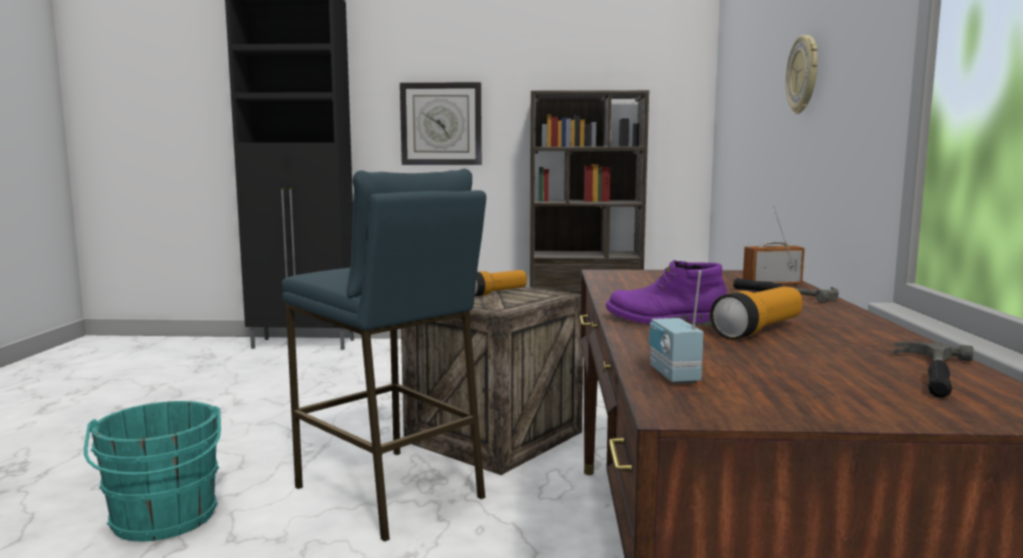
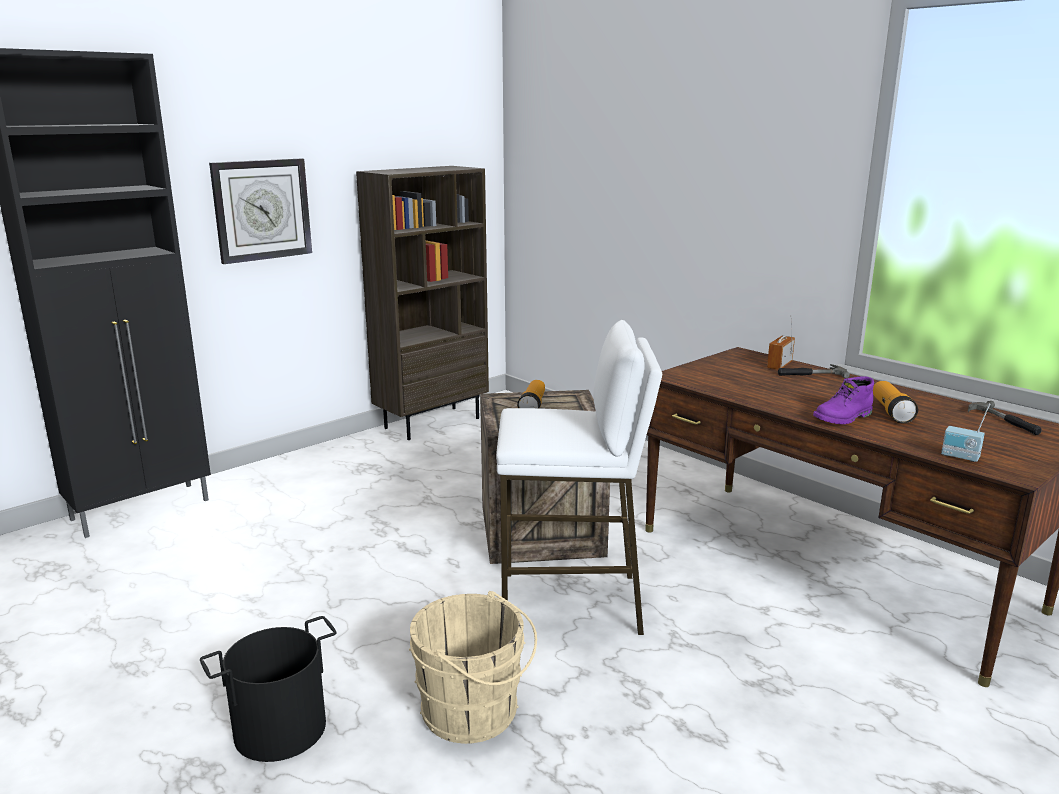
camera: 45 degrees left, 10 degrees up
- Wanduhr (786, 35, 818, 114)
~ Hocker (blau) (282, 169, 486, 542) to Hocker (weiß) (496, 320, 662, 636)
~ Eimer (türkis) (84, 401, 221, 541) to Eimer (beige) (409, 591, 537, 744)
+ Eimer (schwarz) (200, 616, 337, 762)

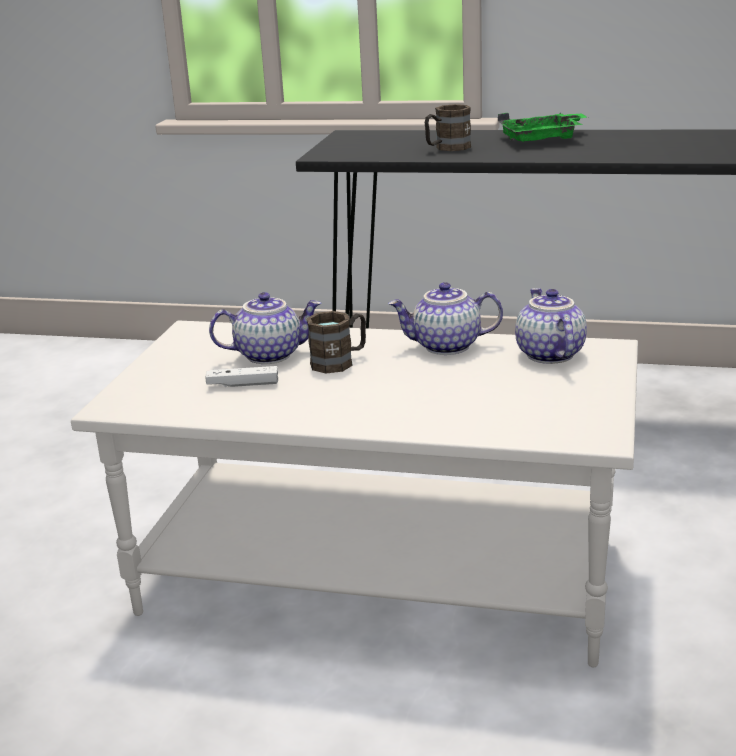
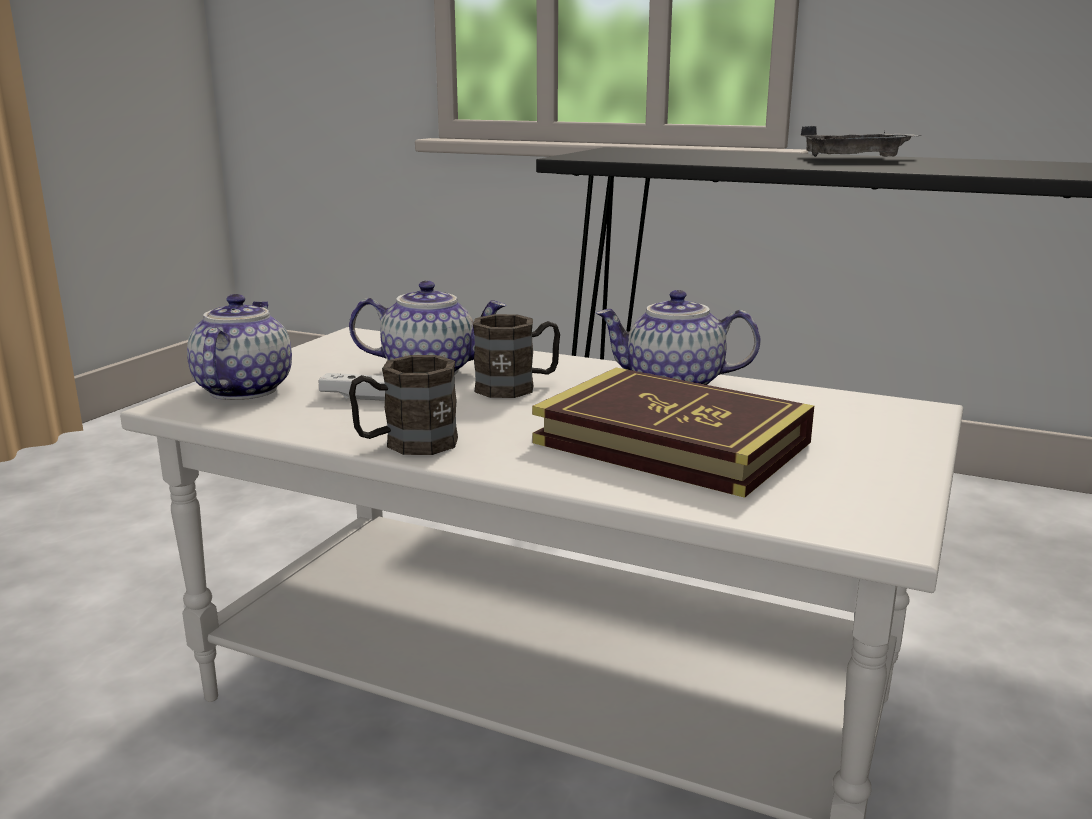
camera: 10 degrees right, 5 degrees down
~ Henkelbecher (braun) (425, 104, 471, 151) to (349, 355, 458, 455)
~ Tablett (grün) (498, 113, 586, 142) to Tablett (grau) (801, 126, 922, 157)
~ Teekanne (515, 288, 587, 364) to (187, 294, 292, 400)
+ Buch (532, 367, 814, 498)

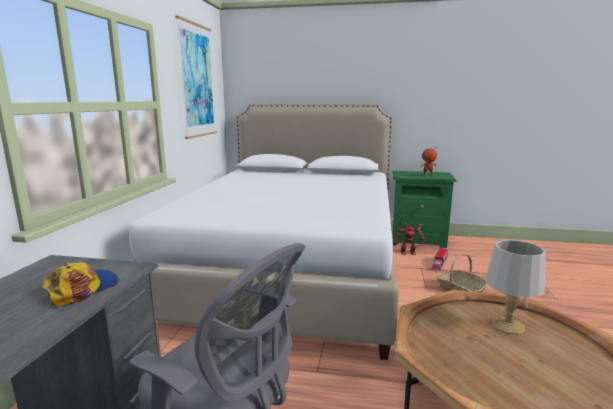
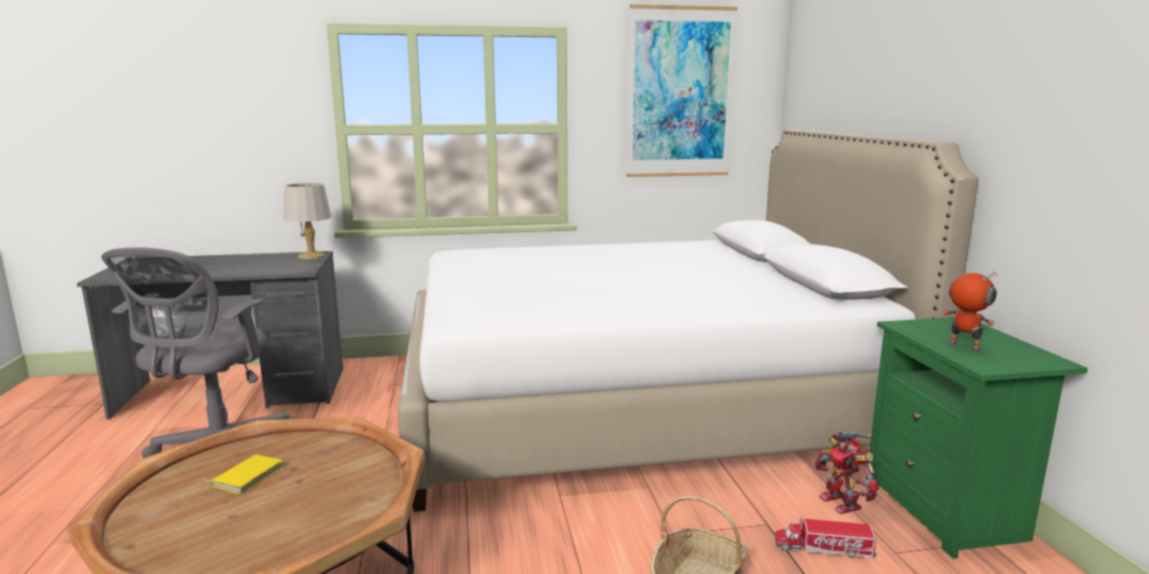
camera: 70 degrees right, 0 degrees up
~ Tischlampe (grau) (485, 240, 545, 335) to (284, 183, 332, 259)
- Kappe (42, 262, 119, 306)
+ Buch (gelb) (201, 455, 284, 494)

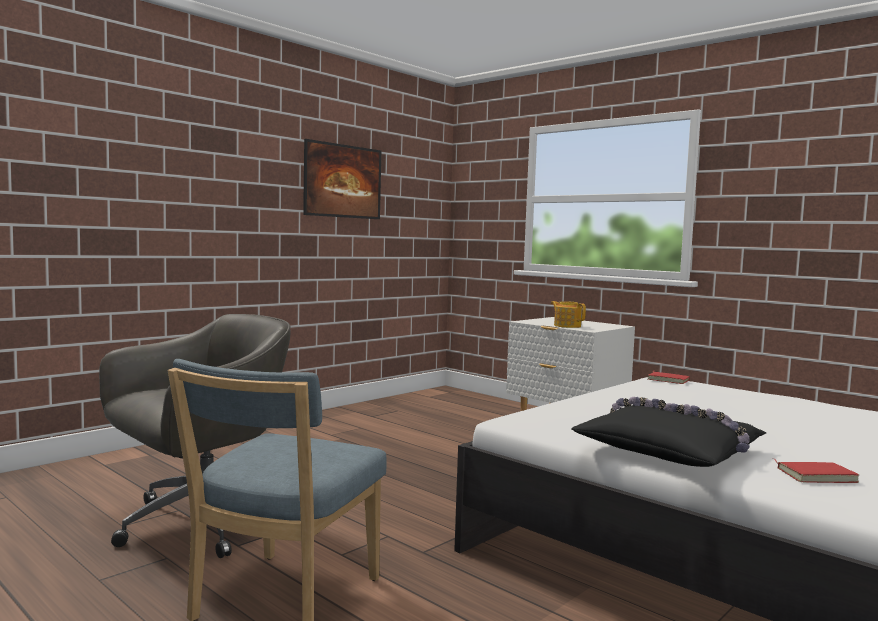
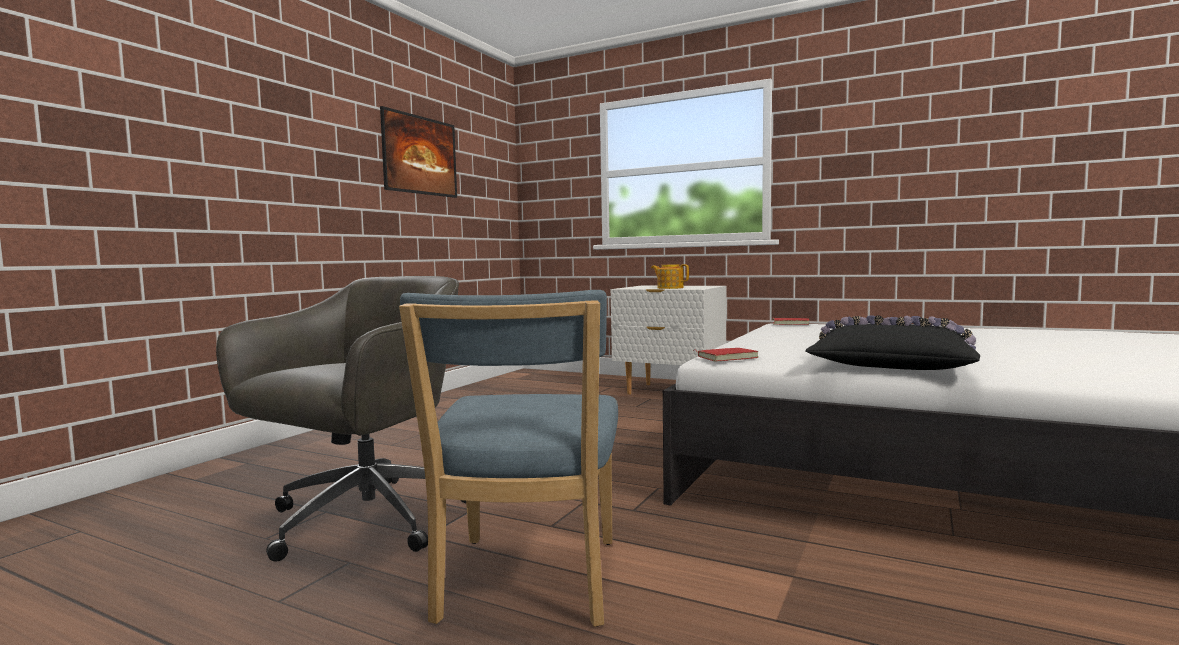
camera: 15 degrees left, 0 degrees up
~ Buch (rot) (774, 459, 859, 483) to (693, 348, 759, 361)

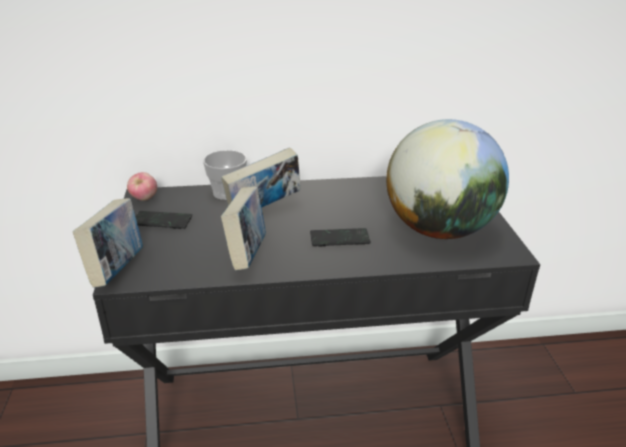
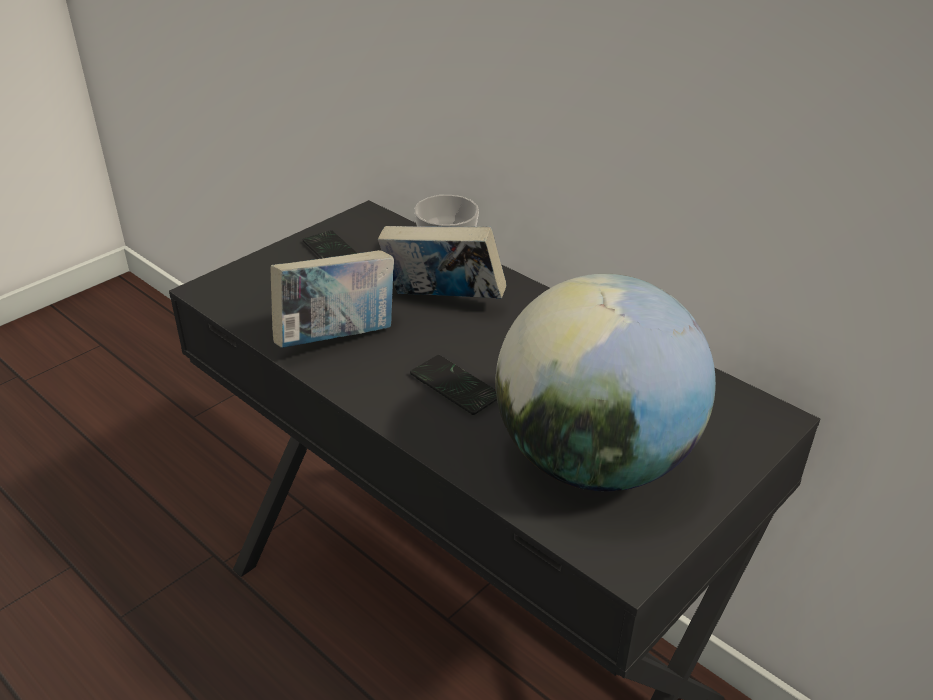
camera: 50 degrees right, 5 degrees up
- Apfel (127, 172, 157, 201)
- Buch (73, 198, 143, 288)

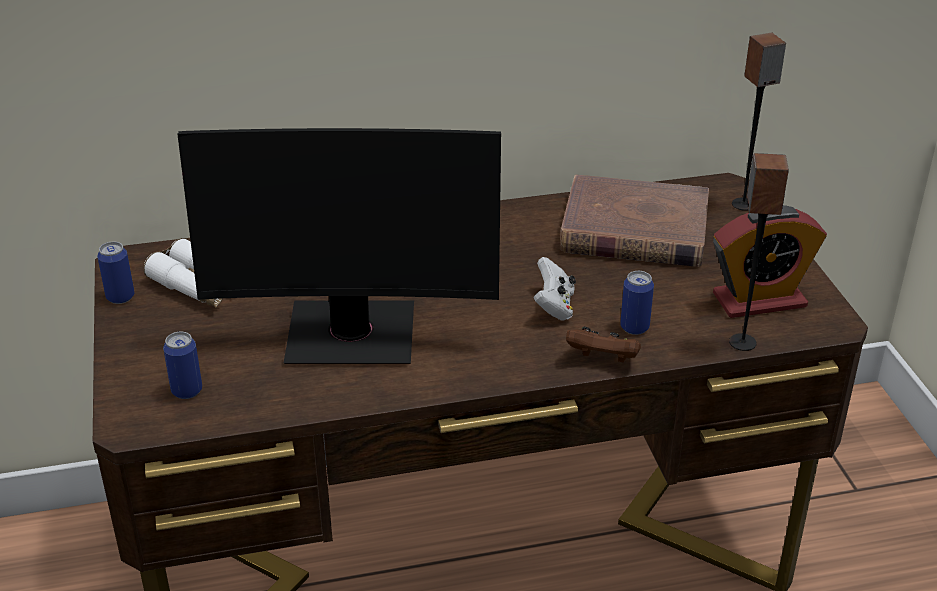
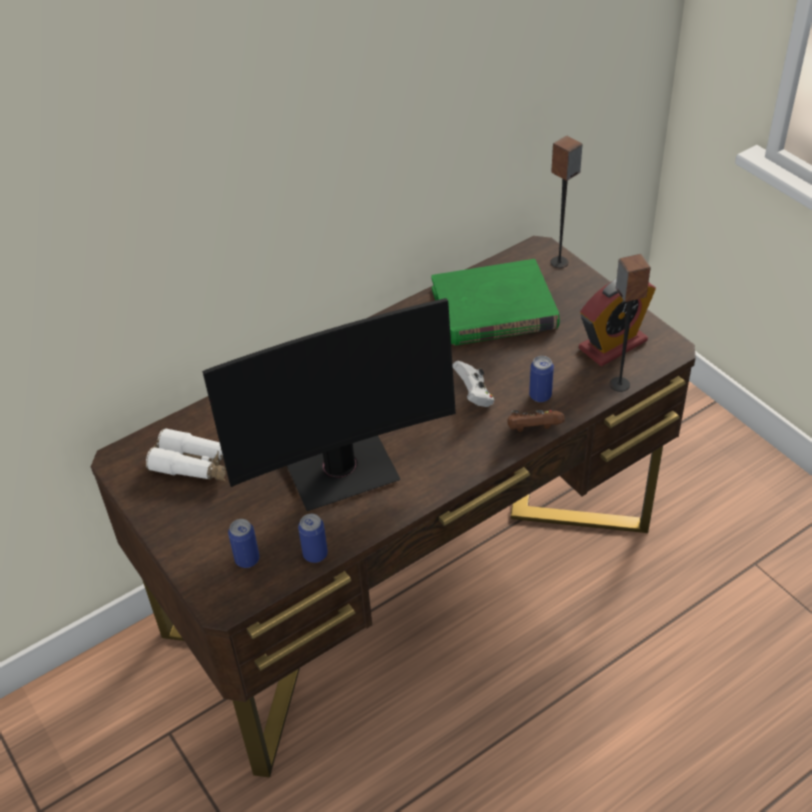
camera: 20 degrees left, 10 degrees up
~ Buch (braun) (560, 175, 709, 267) to Buch (grün) (431, 259, 560, 345)
~ Dose (97, 242, 134, 304) to (298, 514, 328, 563)

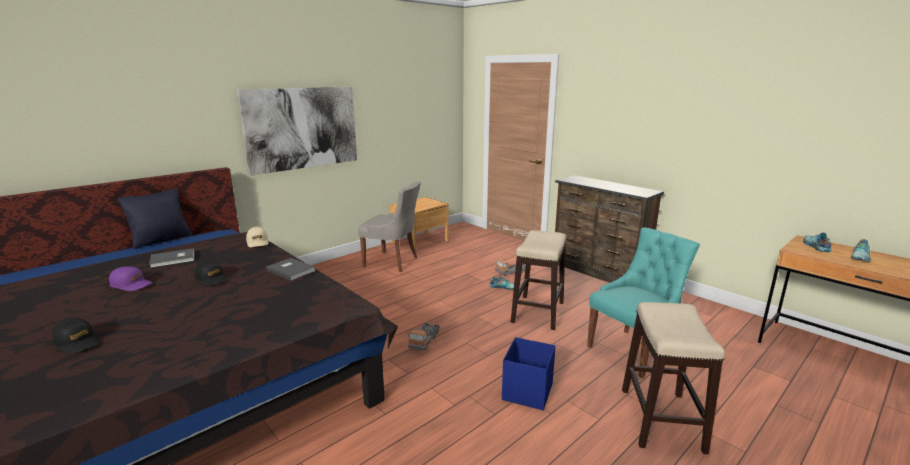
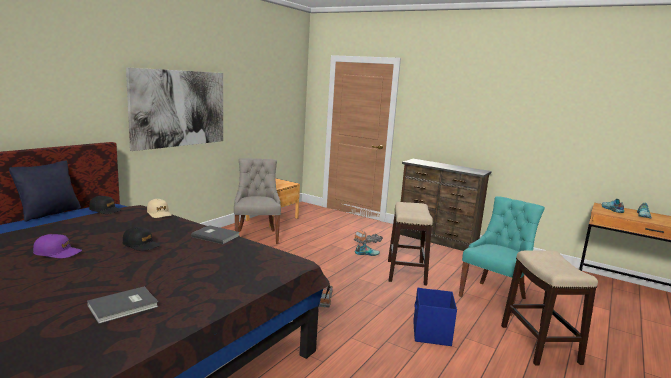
camera: 15 degrees left, 5 degrees down
~ Stuhl (grau) (358, 181, 421, 272) = (234, 158, 281, 244) 105 degrees counterclockwise
~ Buch (grau) (149, 248, 194, 268) to (87, 287, 158, 324)
~ Kappe (schwarz) (52, 318, 100, 354) to (89, 196, 121, 214)

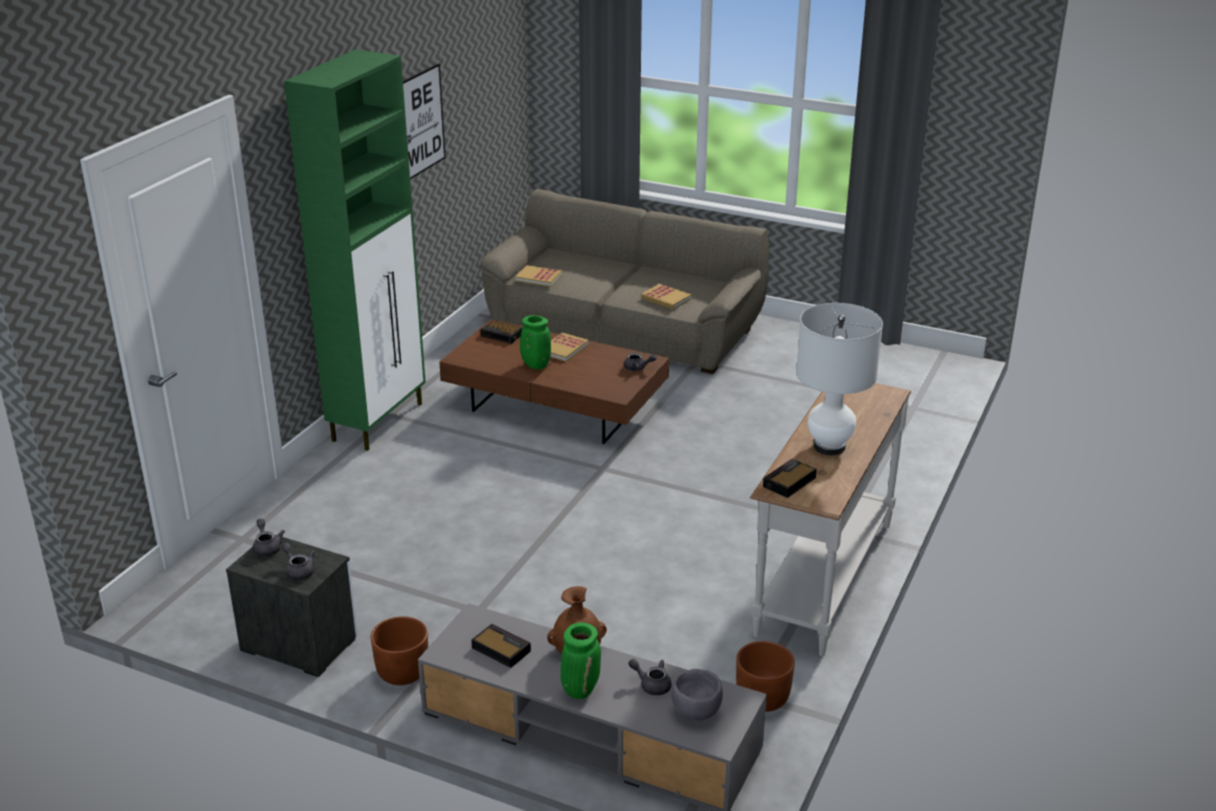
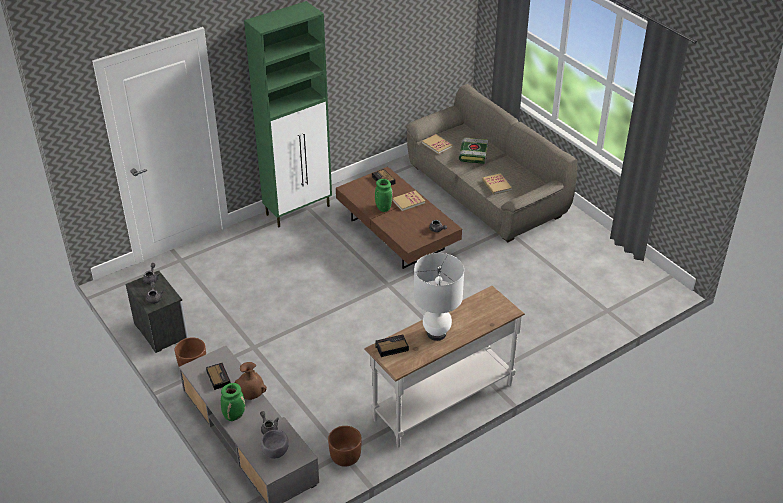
camera: 30 degrees right, 10 degrees up
- Bild (403, 64, 446, 179)
+ Buch (459, 138, 488, 164)

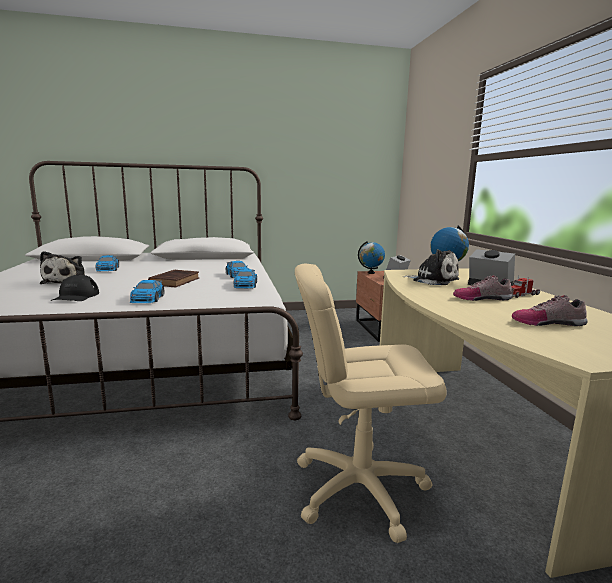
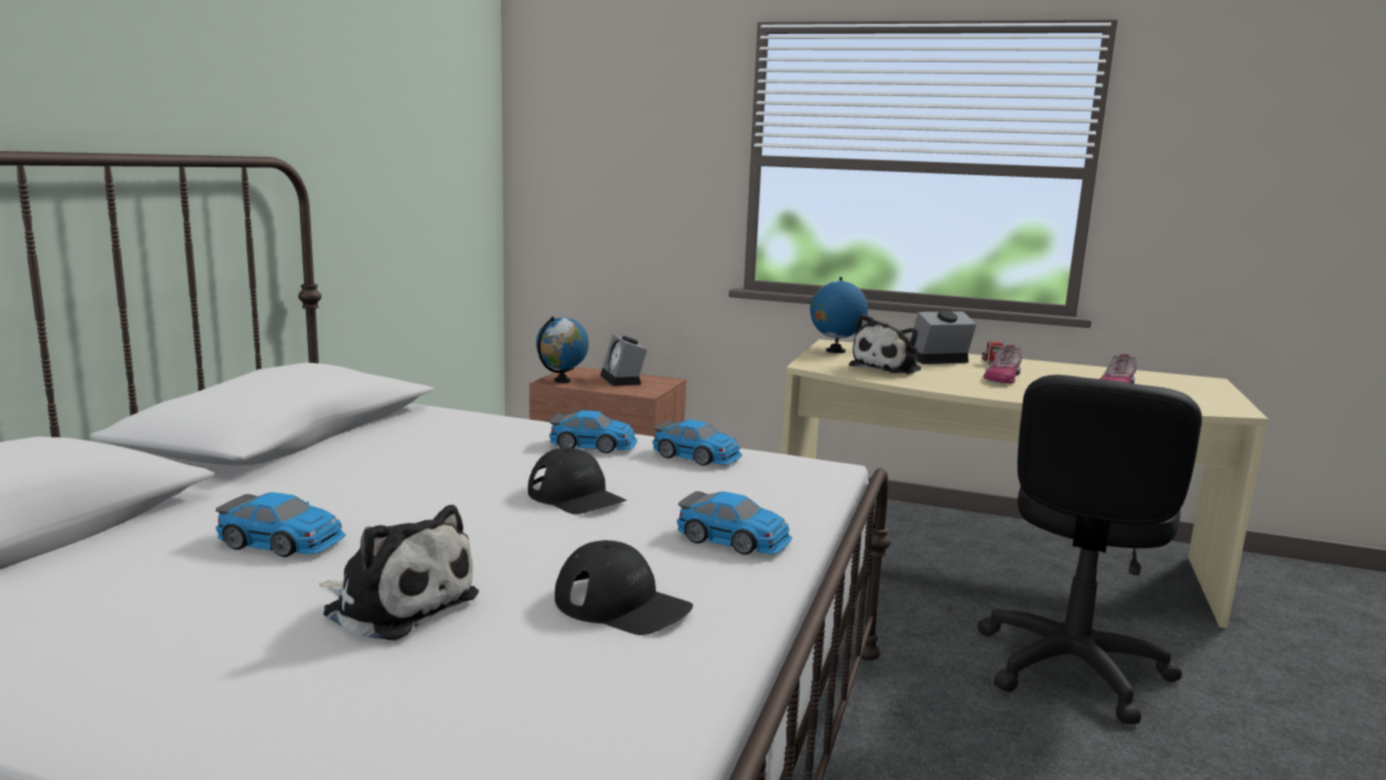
camera: 60 degrees left, 0 degrees up
~ Plüschtier (403, 249, 459, 285) = (849, 314, 921, 375) 150 degrees clockwise
~ Bürostuhl (beige) (295, 264, 447, 543) to Bürostuhl (schwarz) (977, 375, 1202, 724)
~ Buch (braun) (148, 270, 199, 287) to Kappe (schwarz) (528, 448, 626, 514)

